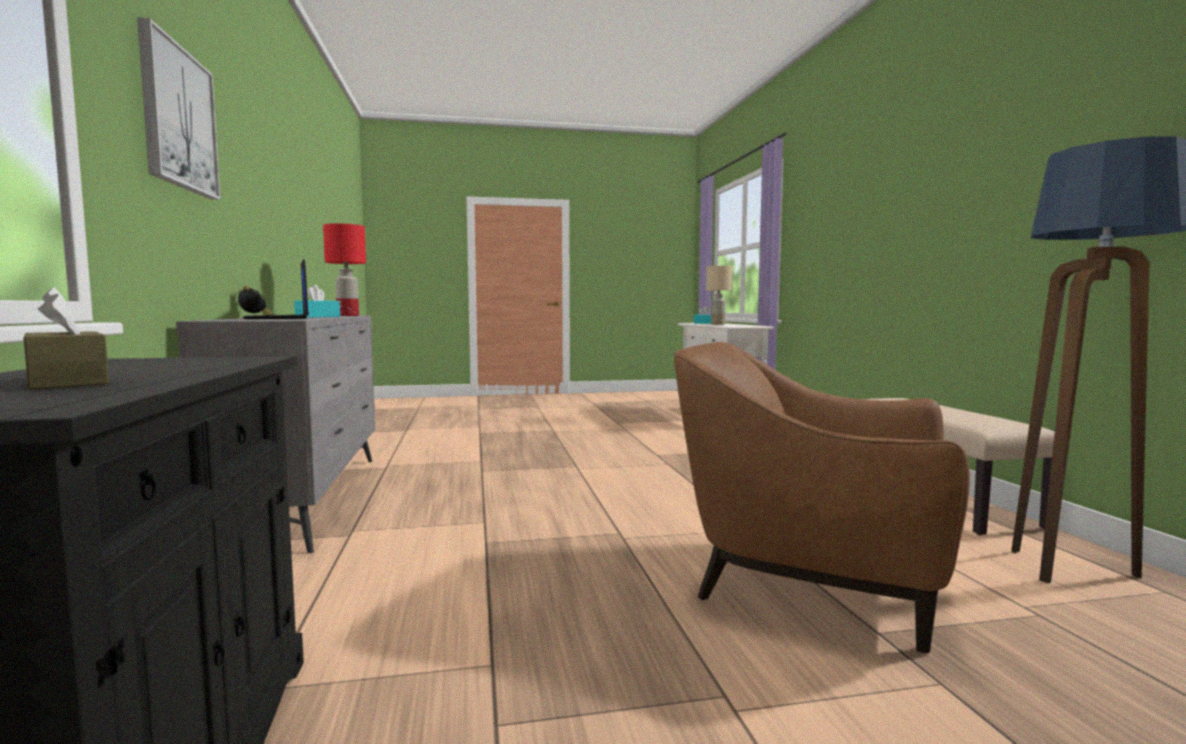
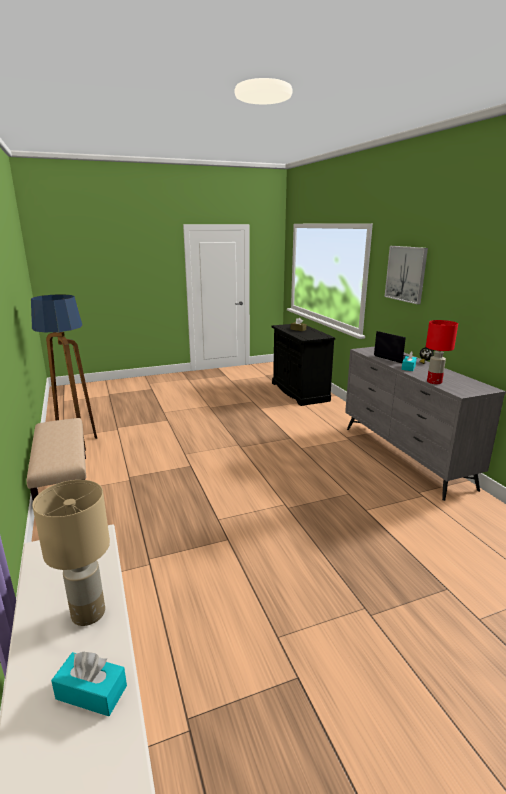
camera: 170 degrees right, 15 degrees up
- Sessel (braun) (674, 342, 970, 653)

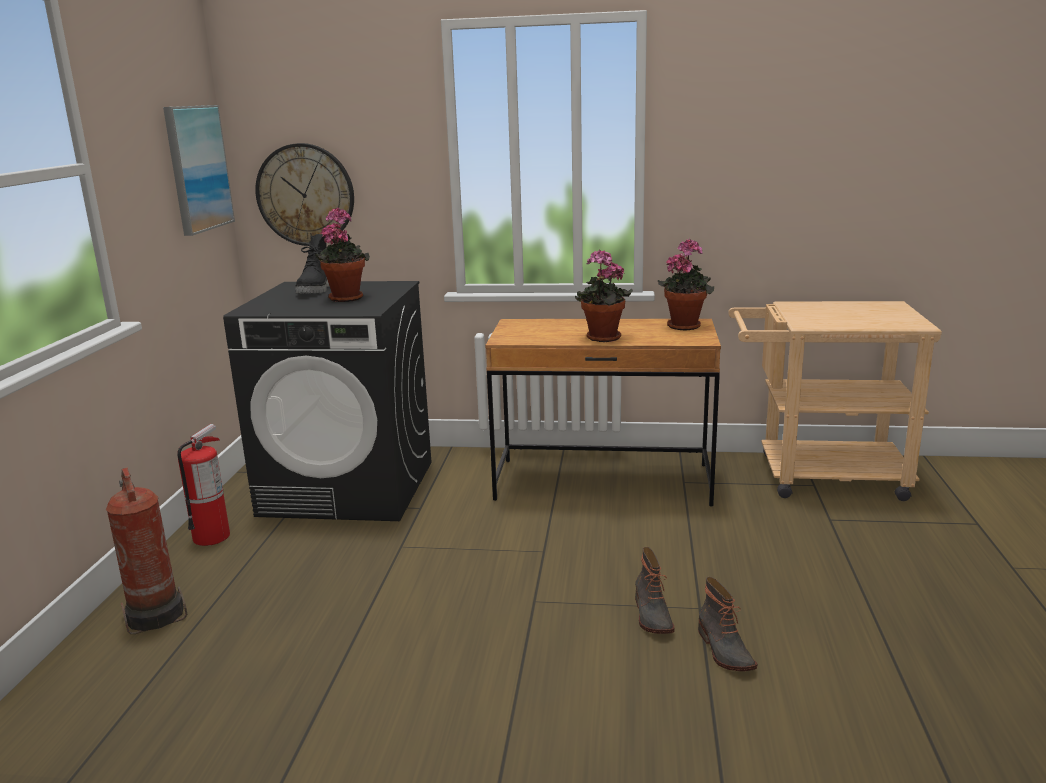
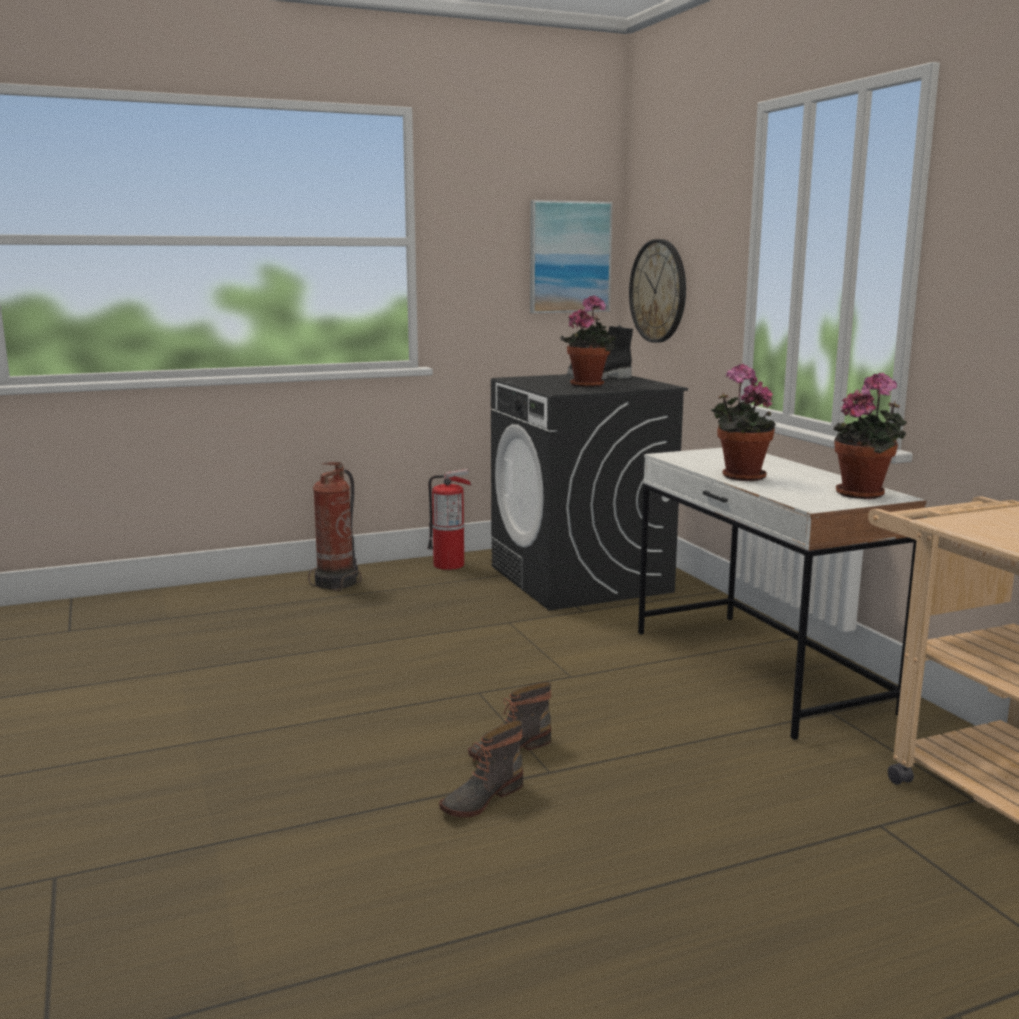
camera: 60 degrees right, 5 degrees down
~ Schreibtisch (braun) (485, 319, 721, 506) to Schreibtisch (weiß) (638, 448, 927, 740)

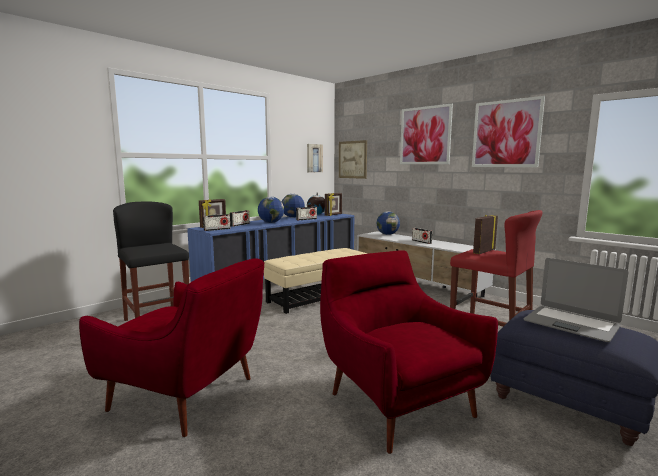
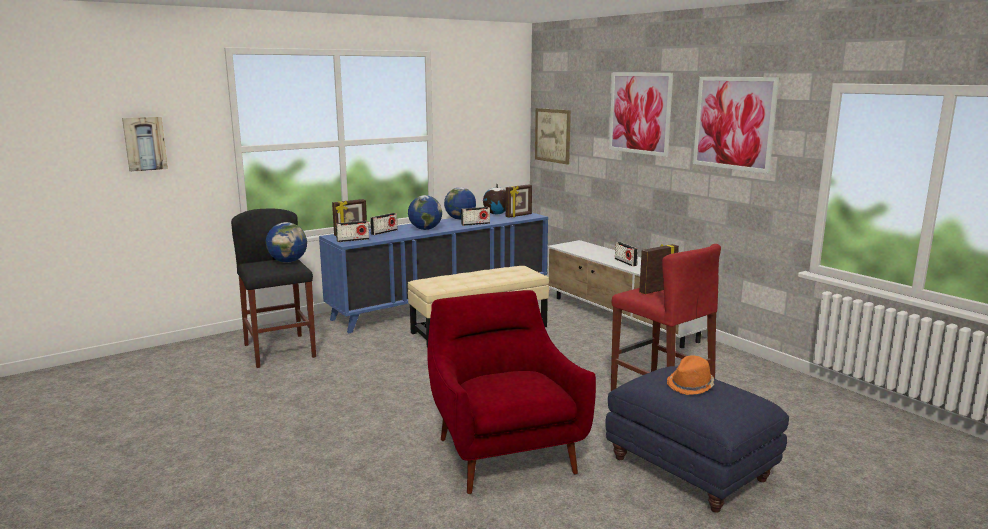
camera: 10 degrees right, 5 degrees up
~ Bild (307, 144, 322, 172) to (122, 117, 168, 172)
~ Globus (377, 211, 400, 235) to (266, 222, 307, 263)
- Sessel (rot) (79, 258, 264, 437)
~ Laptop (523, 258, 628, 342) to Hut (orange) (667, 355, 714, 395)

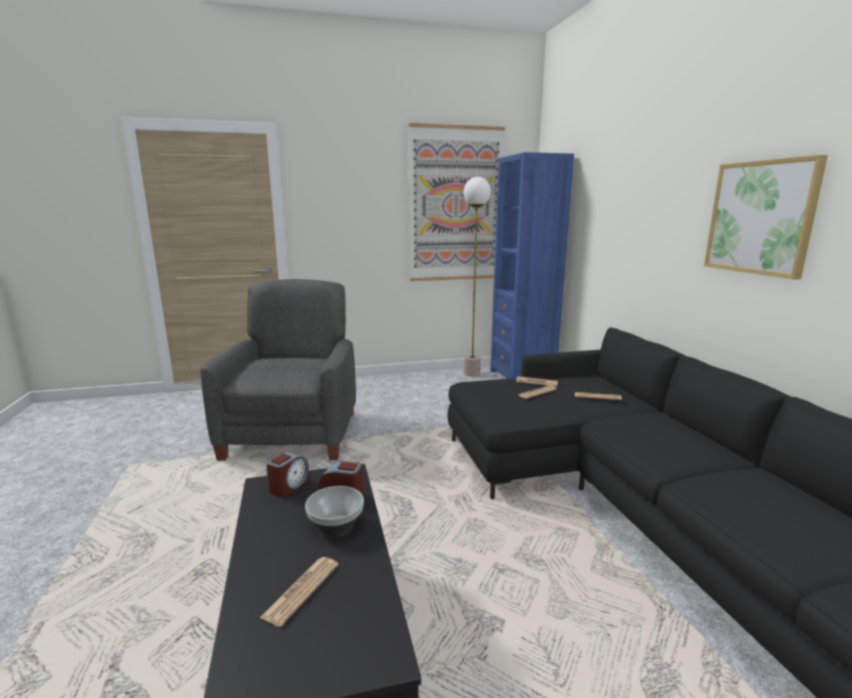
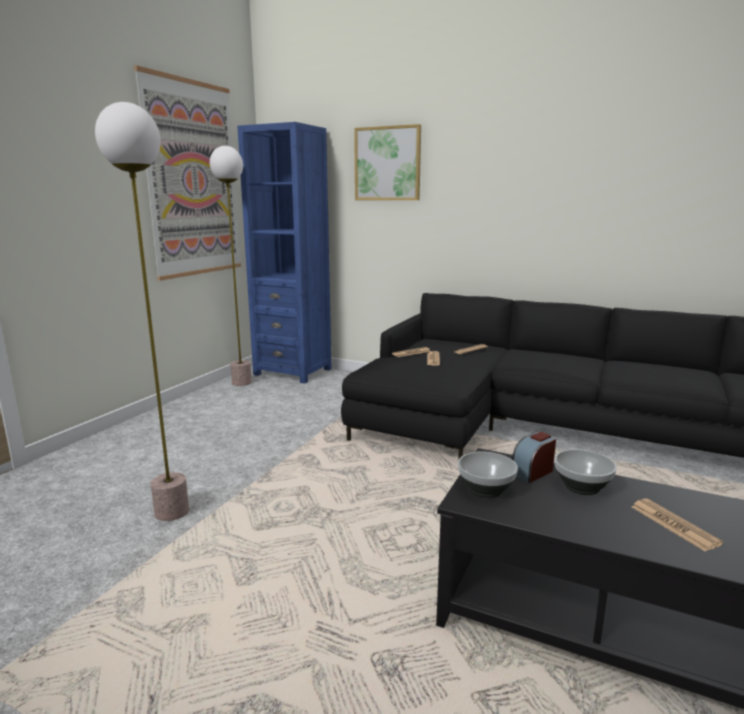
camera: 50 degrees left, 0 degrees up
~ Bild (704, 155, 828, 279) to (354, 124, 421, 200)
~ Sessel (grau) (200, 279, 356, 460) to Stehlampe (95, 102, 189, 521)
~ Wecker (266, 452, 310, 497) to Schüssel (458, 452, 518, 498)

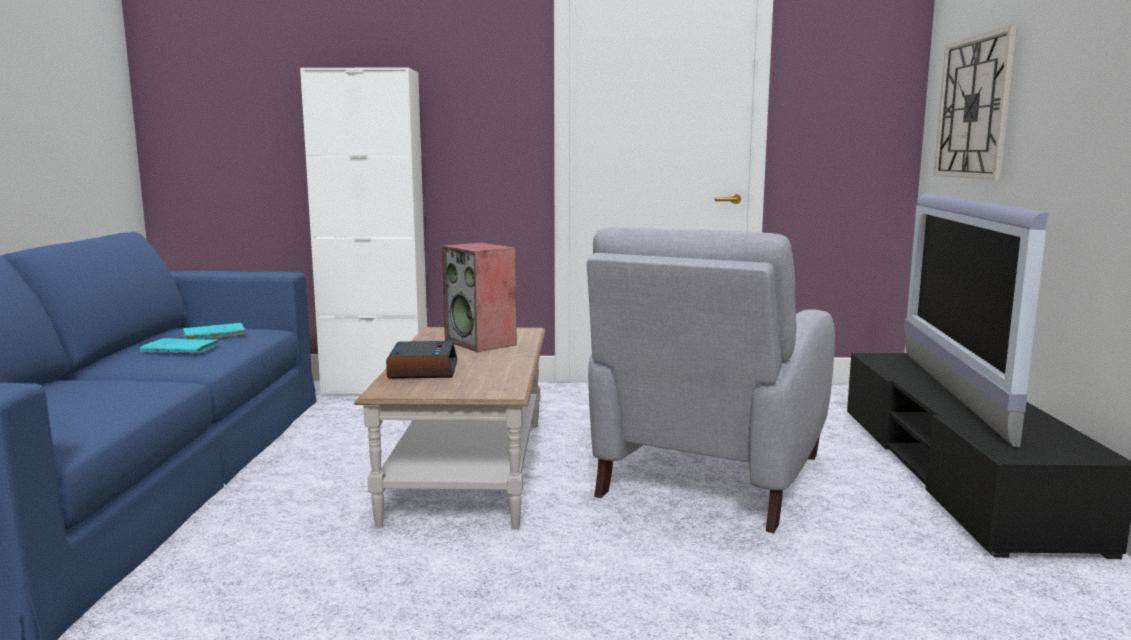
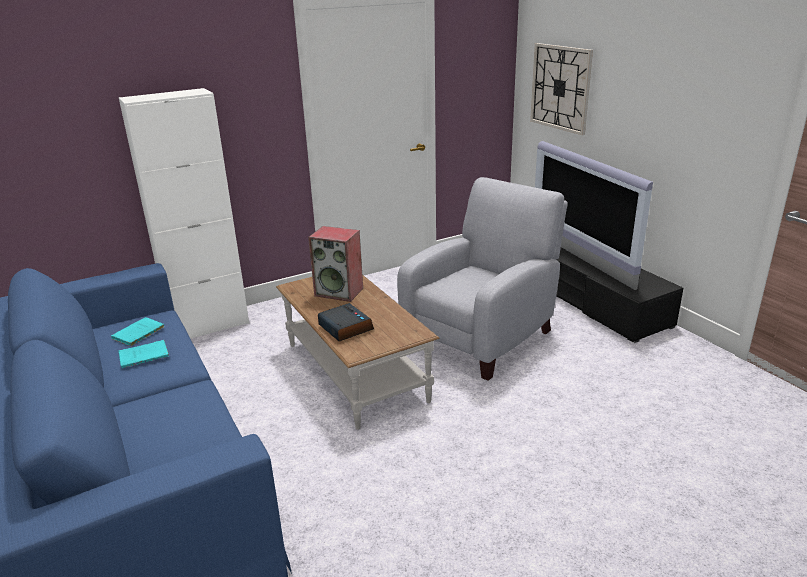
camera: 30 degrees left, 15 degrees up
~ Sessel (grau) (586, 226, 835, 533) = (397, 177, 567, 381) 135 degrees counterclockwise

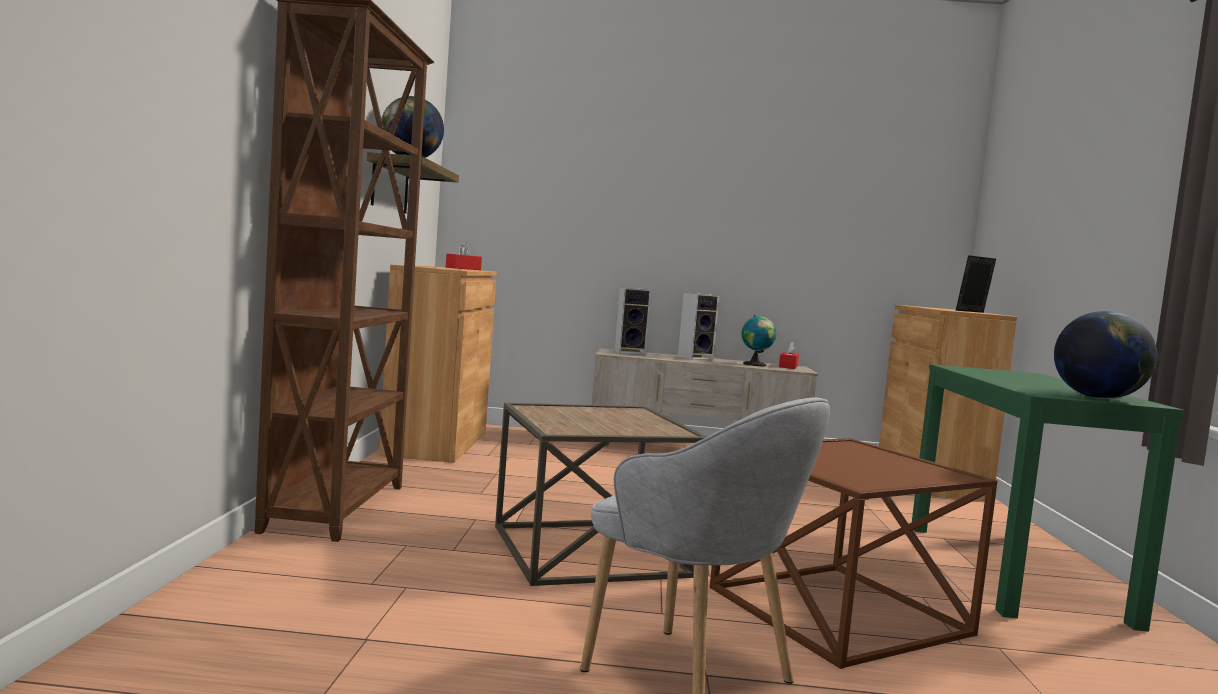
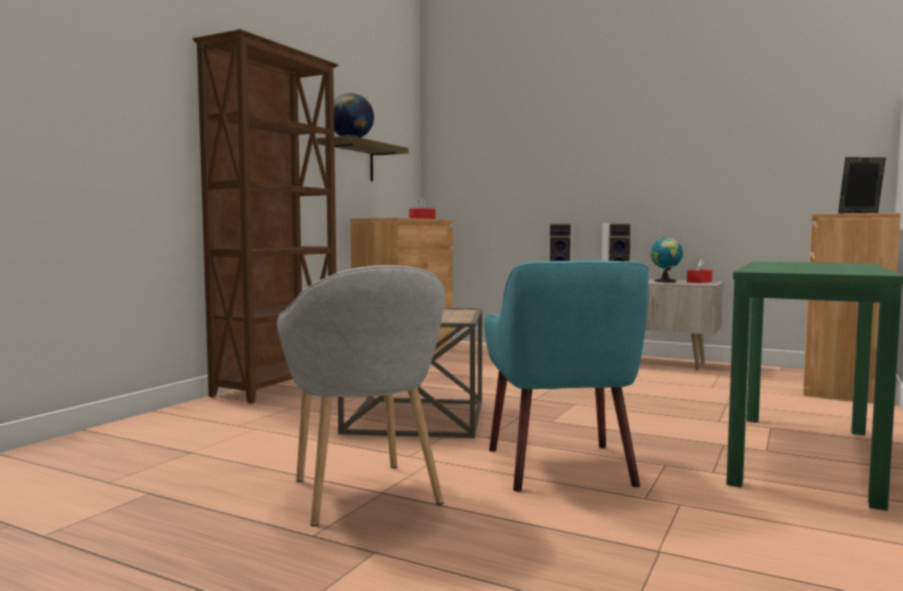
camera: 25 degrees right, 0 degrees up
- Globus (1054, 311, 1157, 399)
~ Beistelltisch (braun) (710, 438, 998, 669) to Sessel (türkis) (484, 261, 648, 492)

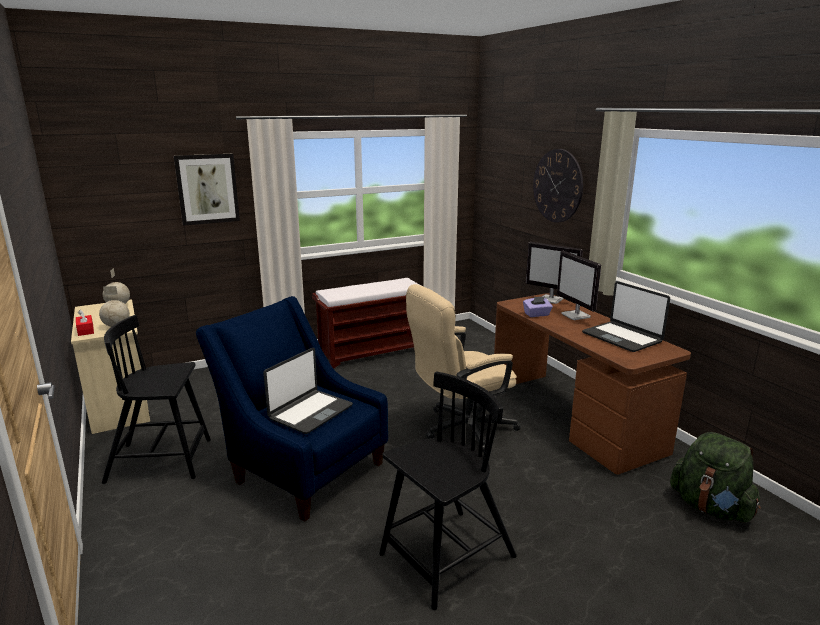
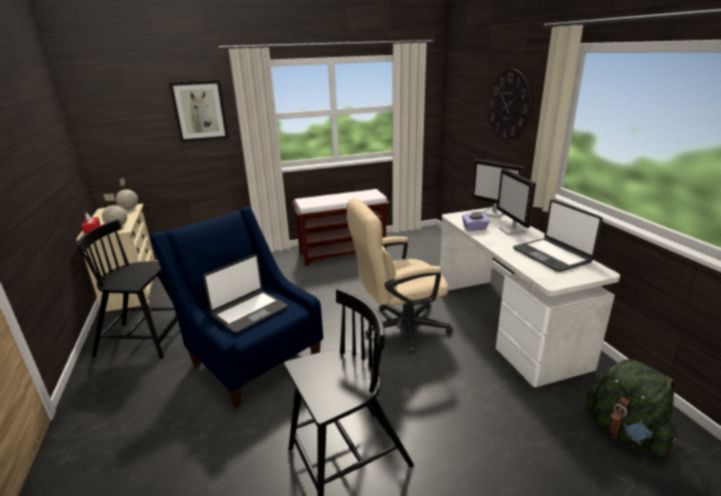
camera: 10 degrees right, 5 degrees up
~ Schreibtisch (braun) (494, 293, 691, 475) to Schreibtisch (weiß) (440, 207, 620, 387)

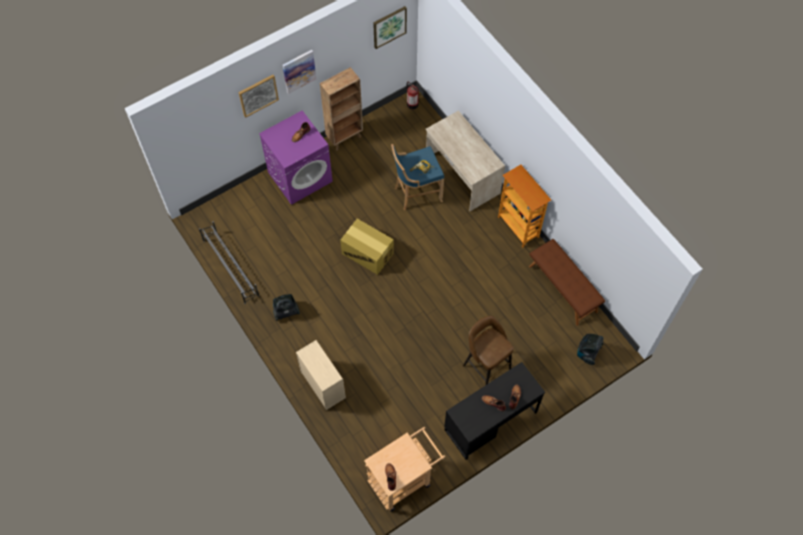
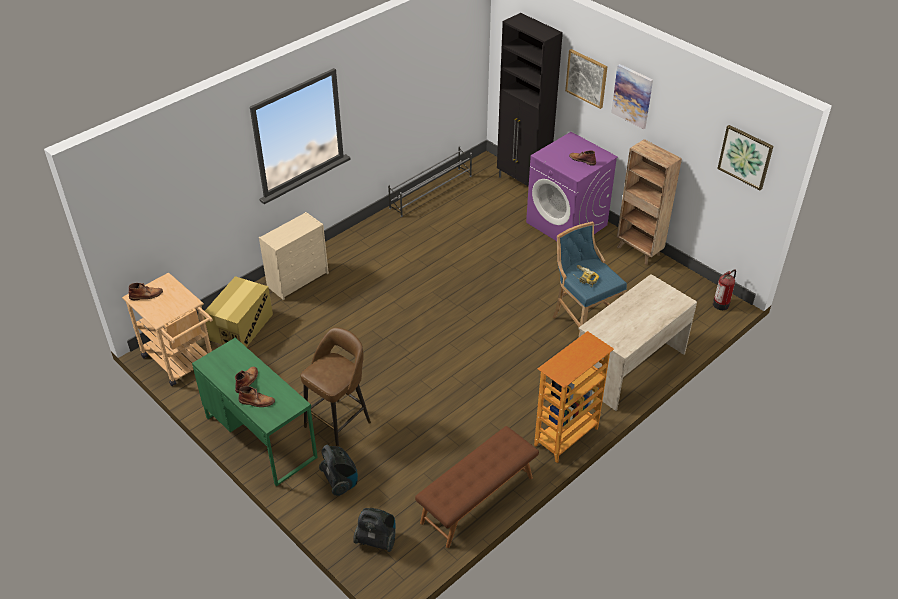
camera: 80 degrees right, 20 degrees down
~ Karton (340, 219, 394, 275) to (204, 276, 273, 347)
~ Staubsauger (273, 294, 300, 321) to (319, 445, 358, 496)
~ Schreibtisch (schwarz) (444, 362, 545, 460) to Schreibtisch (grün) (192, 338, 318, 486)
+ Schrank (schwarz) (497, 13, 563, 187)

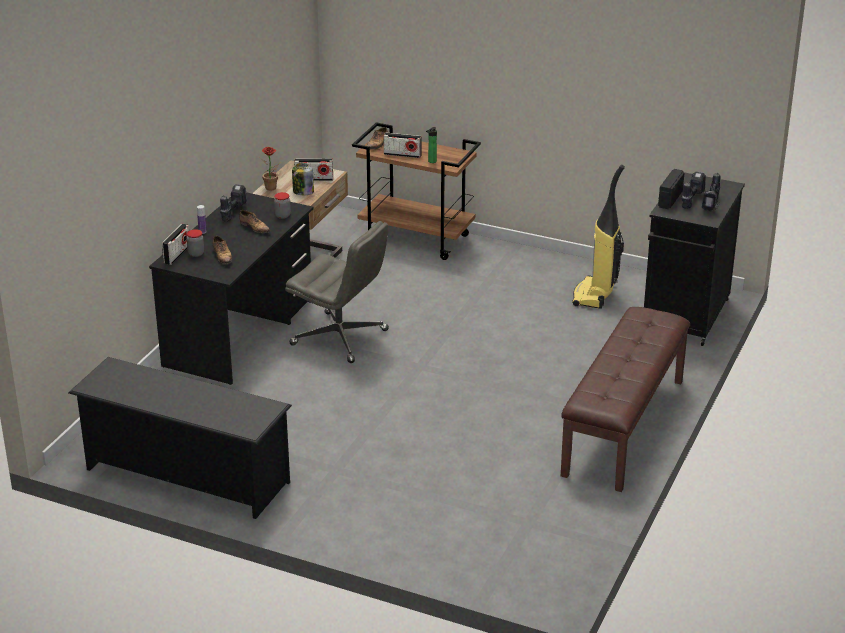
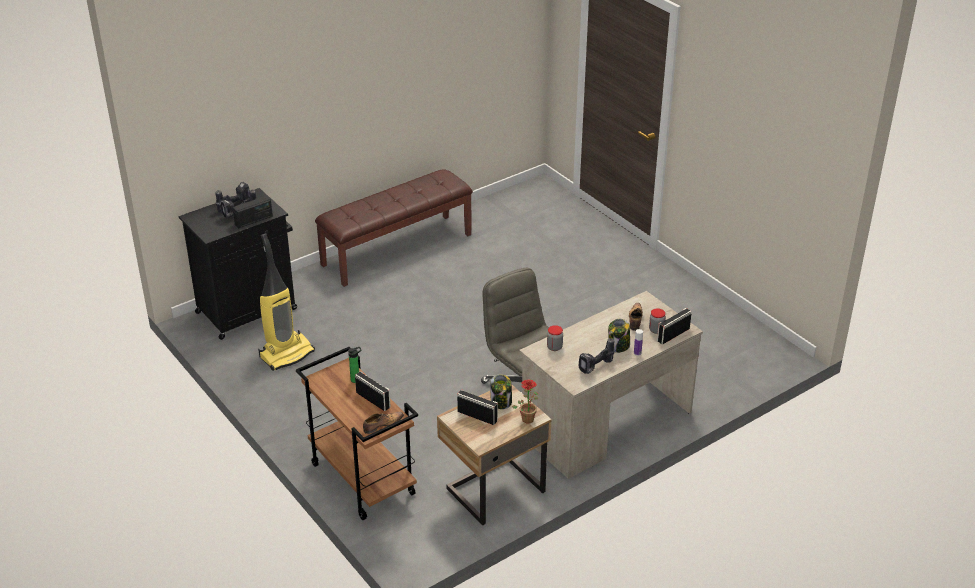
camera: 150 degrees left, 5 degrees up
~ Schreibtisch (schwarz) (149, 192, 313, 385) to Schreibtisch (beige) (519, 291, 703, 479)
- Schuh (239, 210, 270, 233)
- Schuhregal (schwarz) (68, 357, 292, 519)
+ Vorratsglas (608, 319, 630, 353)

